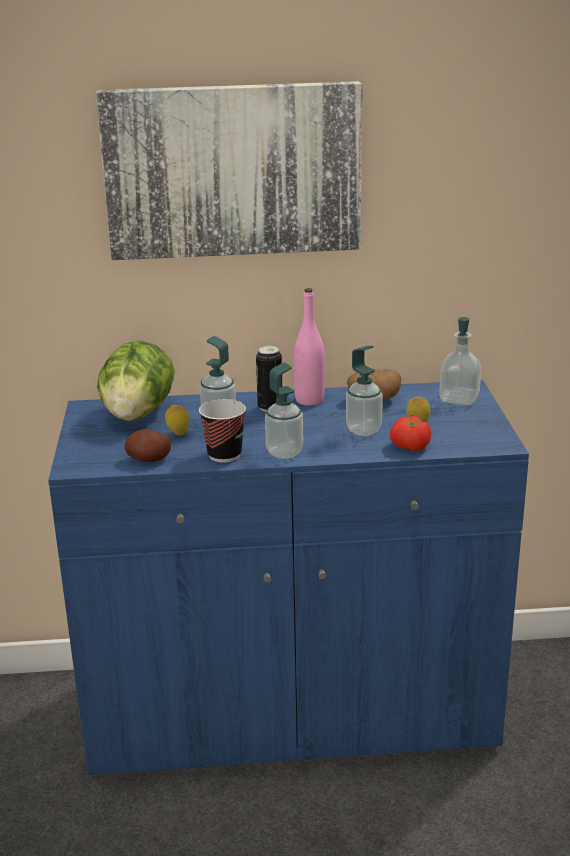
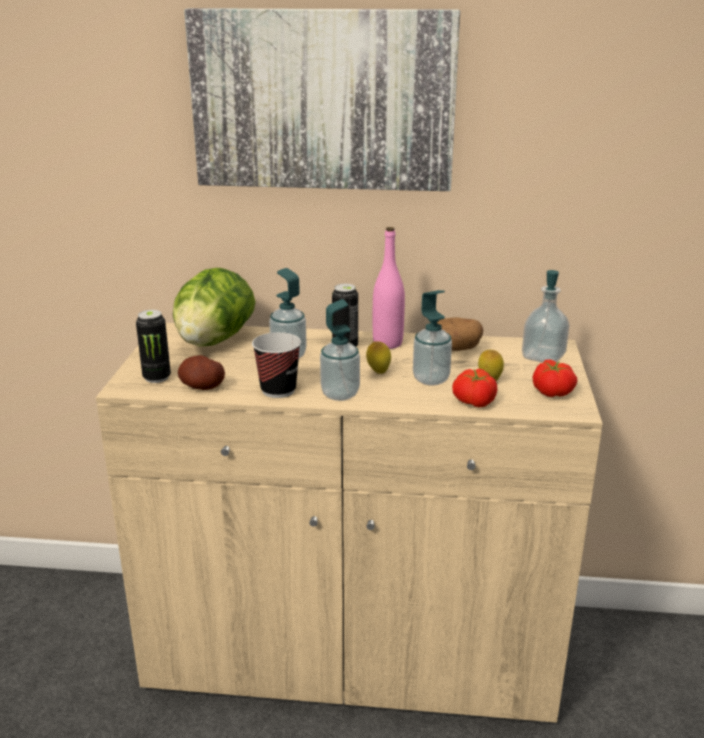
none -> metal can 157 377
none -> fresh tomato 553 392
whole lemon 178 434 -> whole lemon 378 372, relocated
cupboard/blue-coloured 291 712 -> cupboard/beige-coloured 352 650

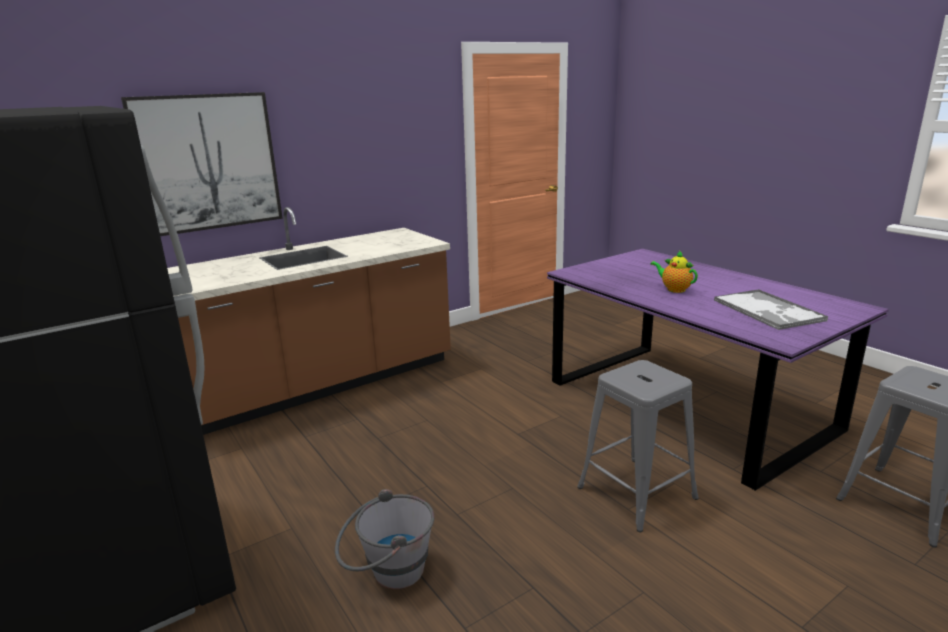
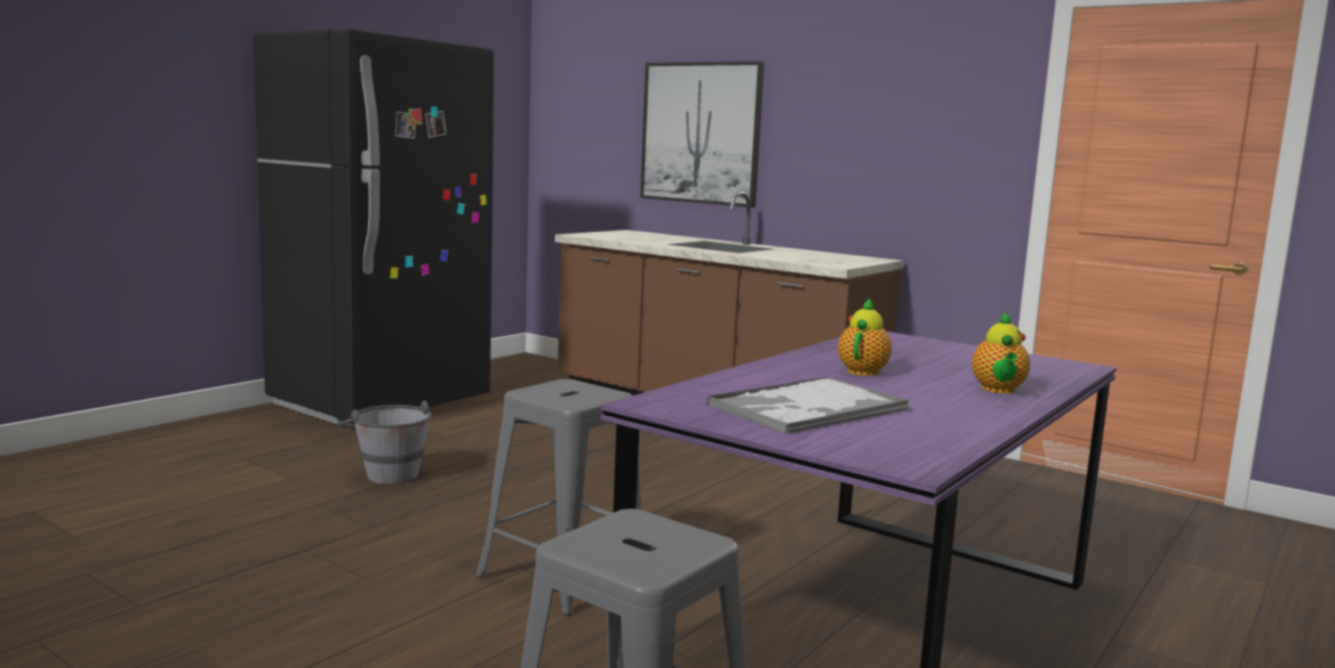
none -> teapot 998 390

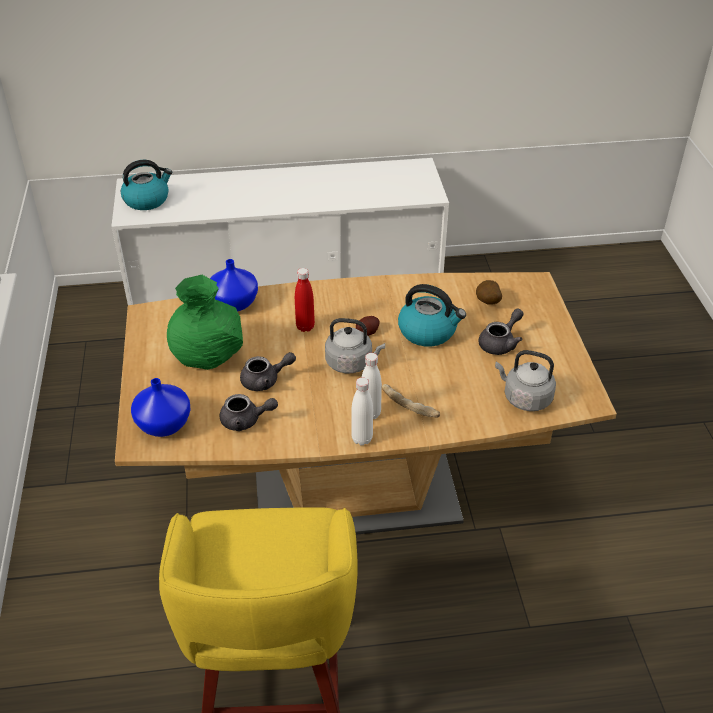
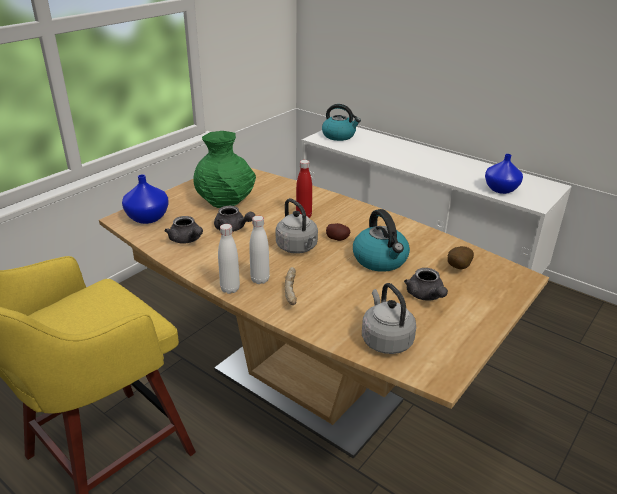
vase/blue-coloured 233 303 -> vase/blue-coloured 500 189, relocated
teapot/grey 500 343 -> teapot/grey 426 296, 75 degrees clockwise

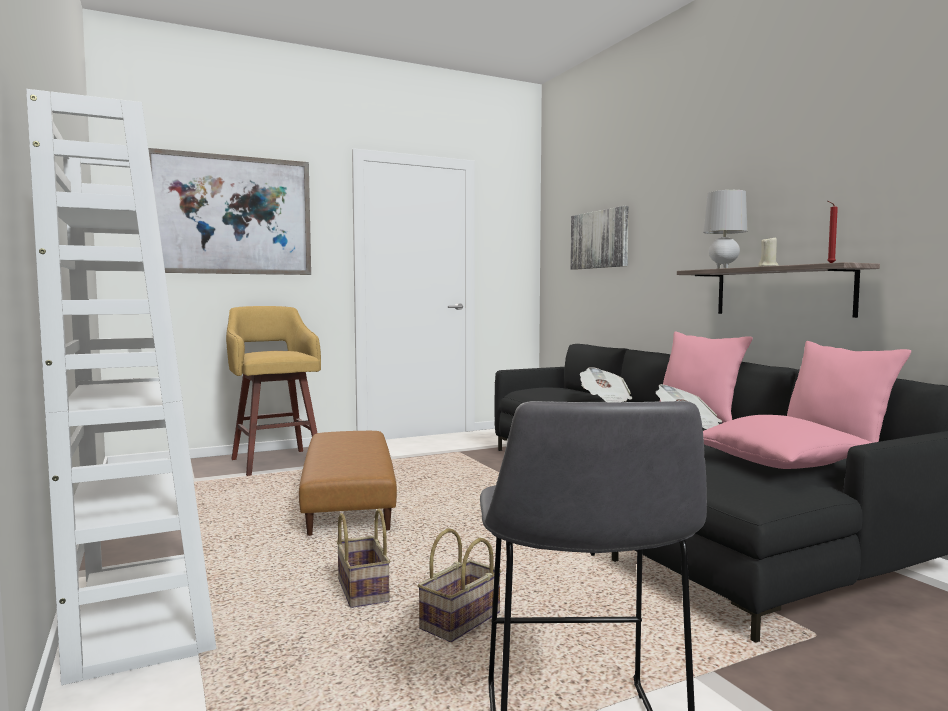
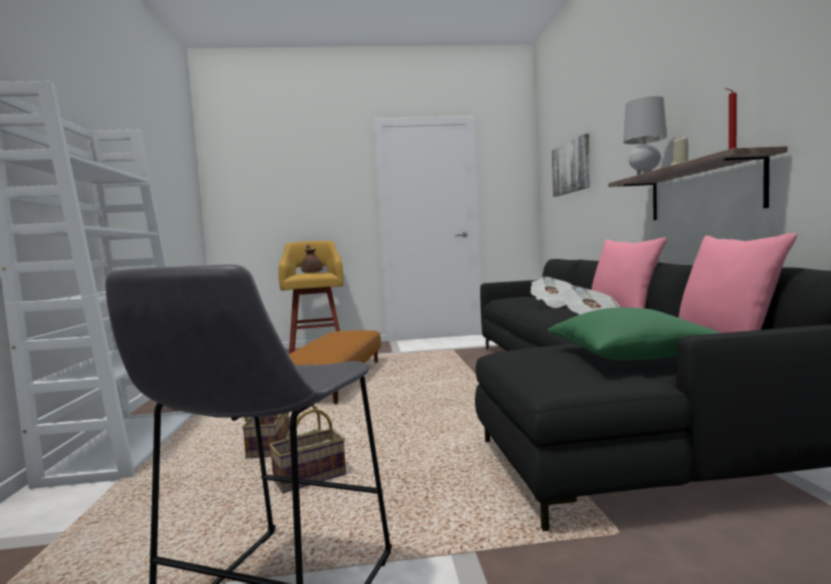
wall art 232 215 -> none
none -> teapot/brownish 312 272
pillow/pink 781 463 -> pillow/greenish 630 356

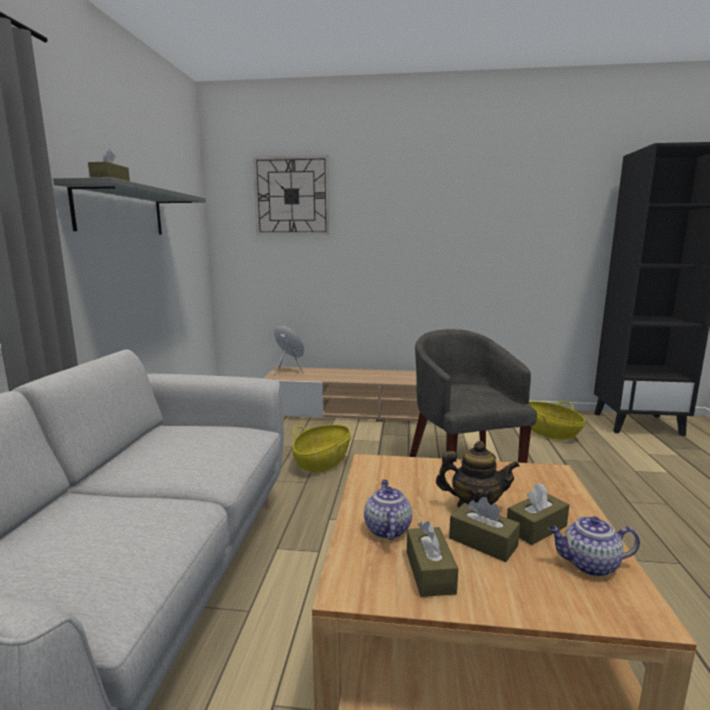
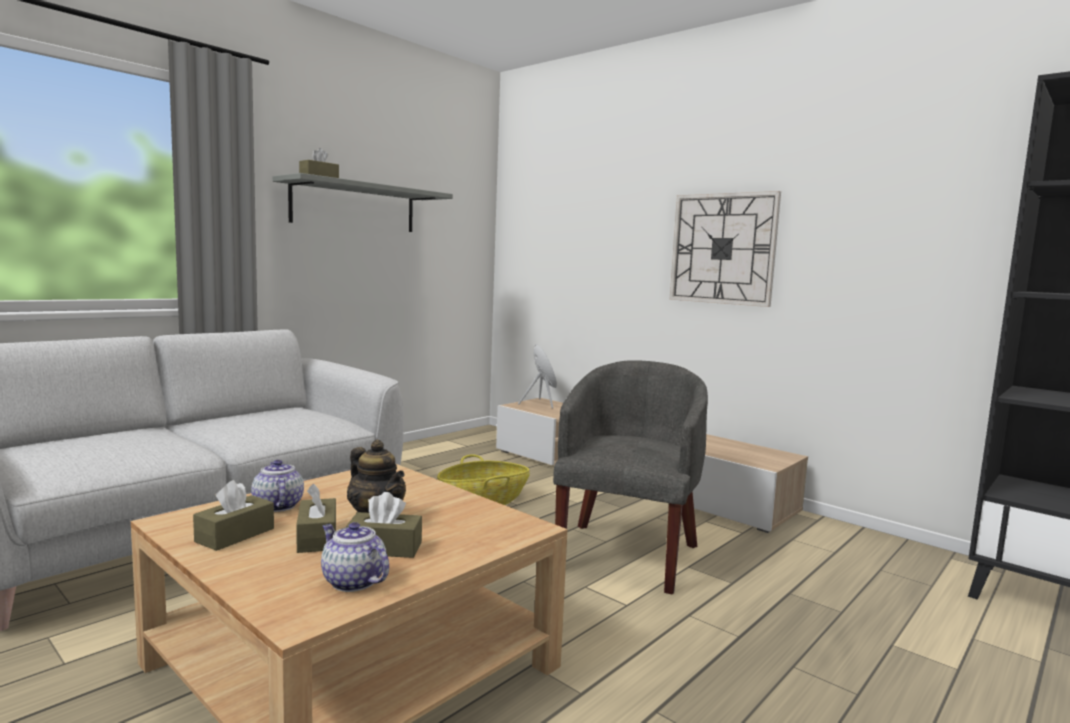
household basket 548 432 -> none
wall clock 292 196 -> wall clock 722 249, relocated
teapot 386 529 -> teapot 277 506, 60 degrees counterclockwise

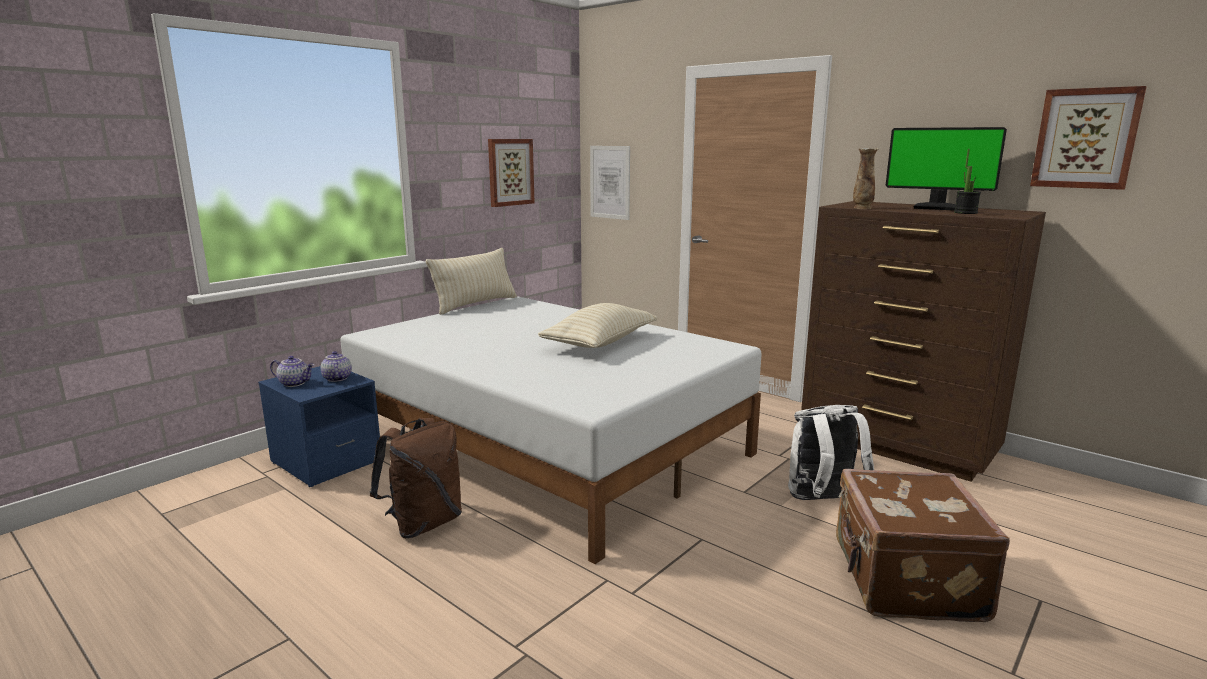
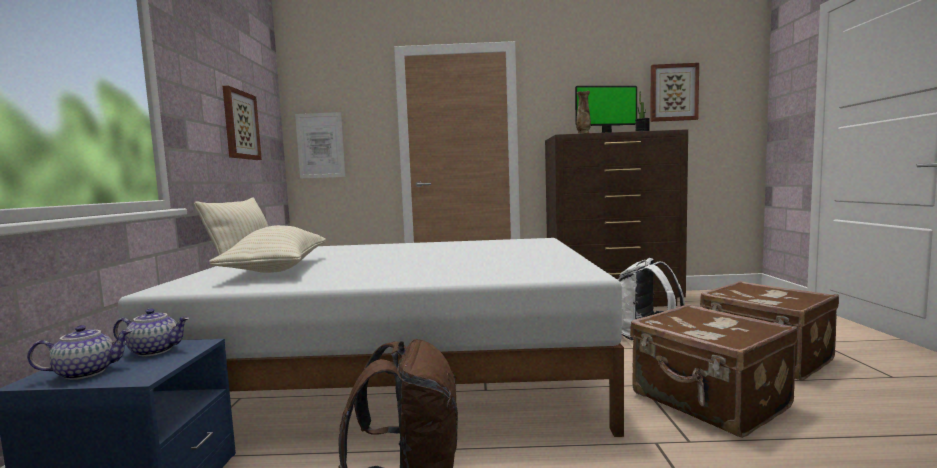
none -> travel case/brownish 709 402
pillow/beige-coloured 600 343 -> pillow/beige-coloured 278 269, relocated
teapot 336 378 -> teapot 155 350, 150 degrees clockwise

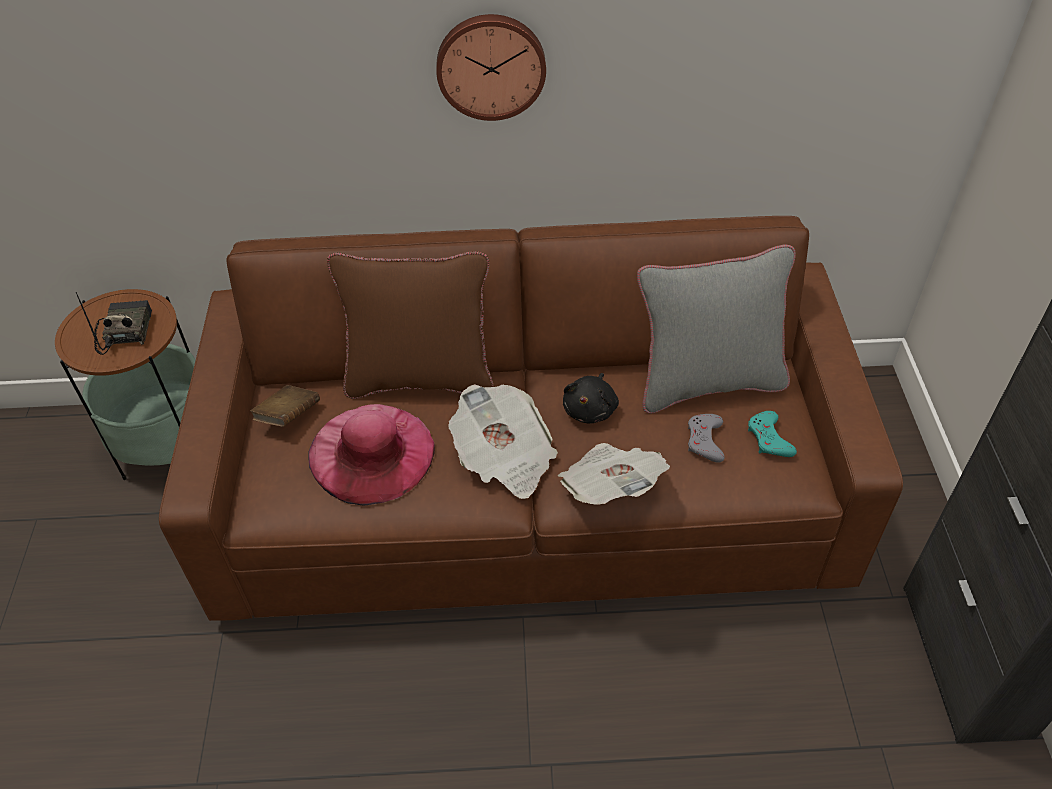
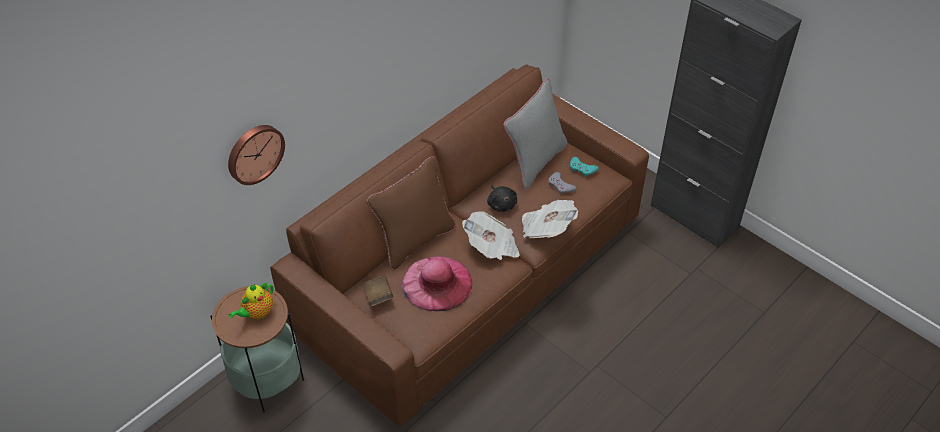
wall clock 491 65 -> wall clock 254 153, relocated
radio receiver 124 332 -> teapot 257 313

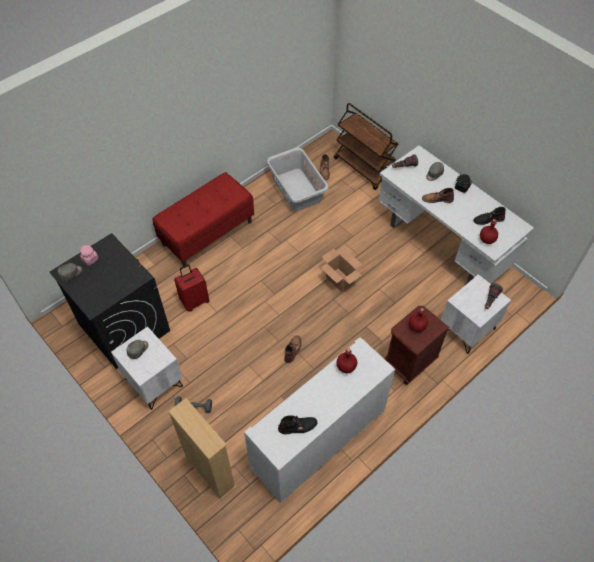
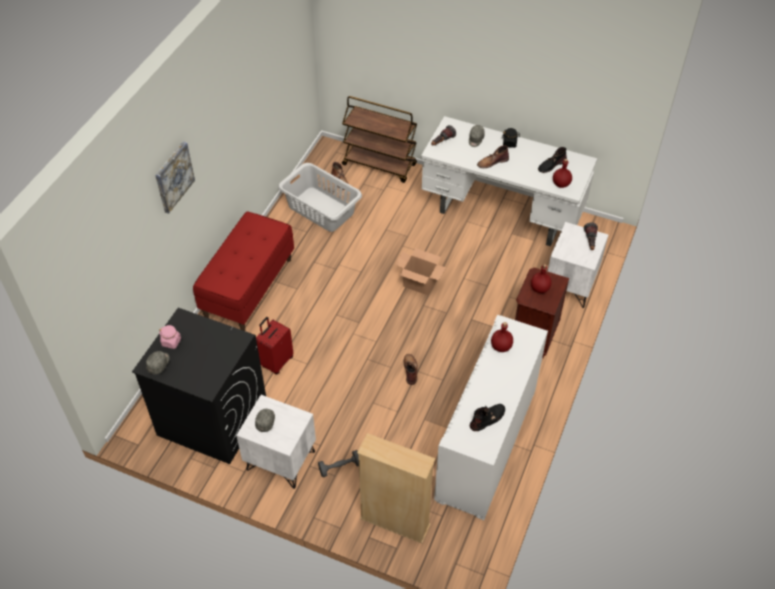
none -> wall art 173 177

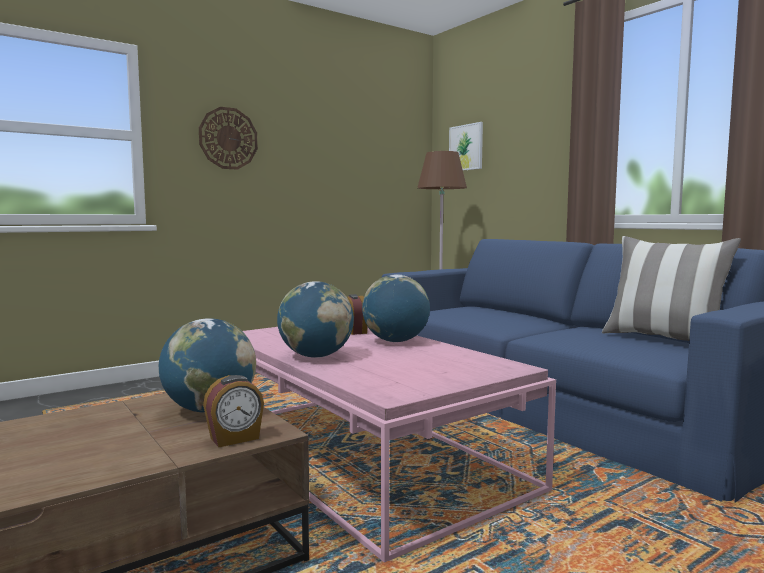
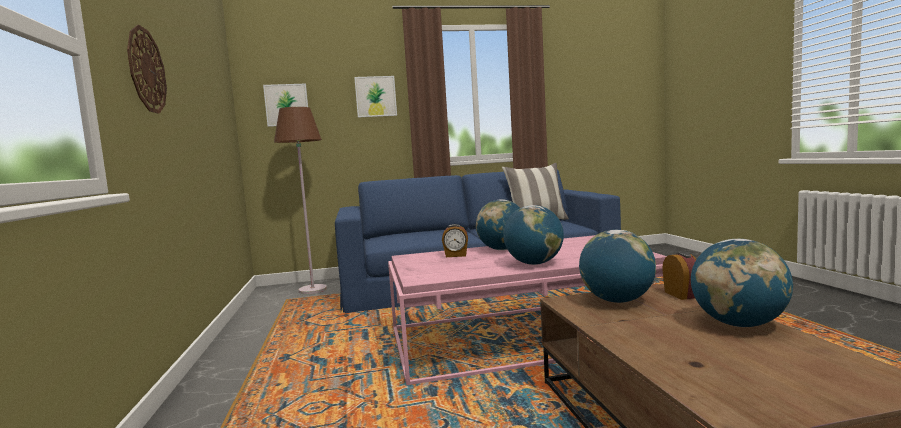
none -> wall art 375 96
none -> desk globe 739 324

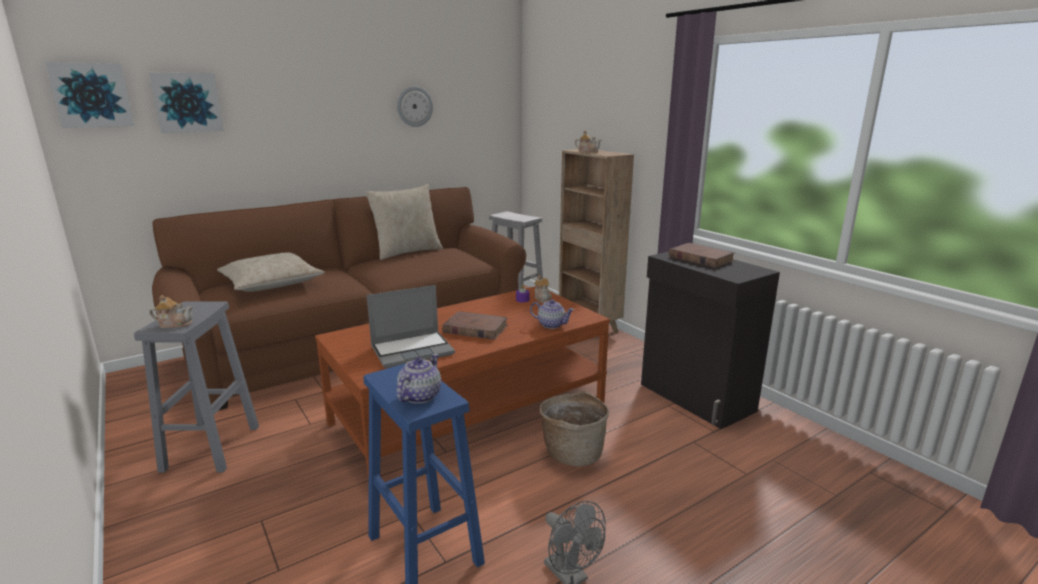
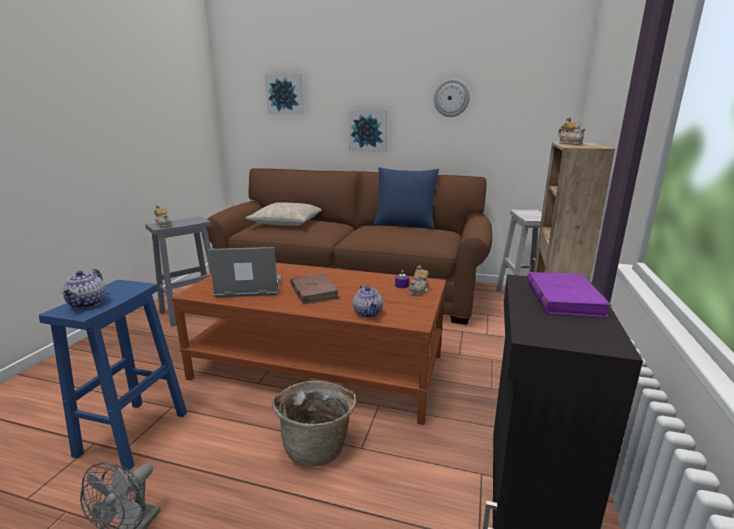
wall art 92 95 -> wall art 368 130, relocated
pillow/beige-coloured 407 252 -> pillow/blue-coloured 404 225
volume/brownish 700 258 -> volume/purple 563 298
portable computer 413 350 -> portable computer 248 288, 150 degrees clockwise
teapot 419 396 -> teapot 88 303, 105 degrees clockwise

